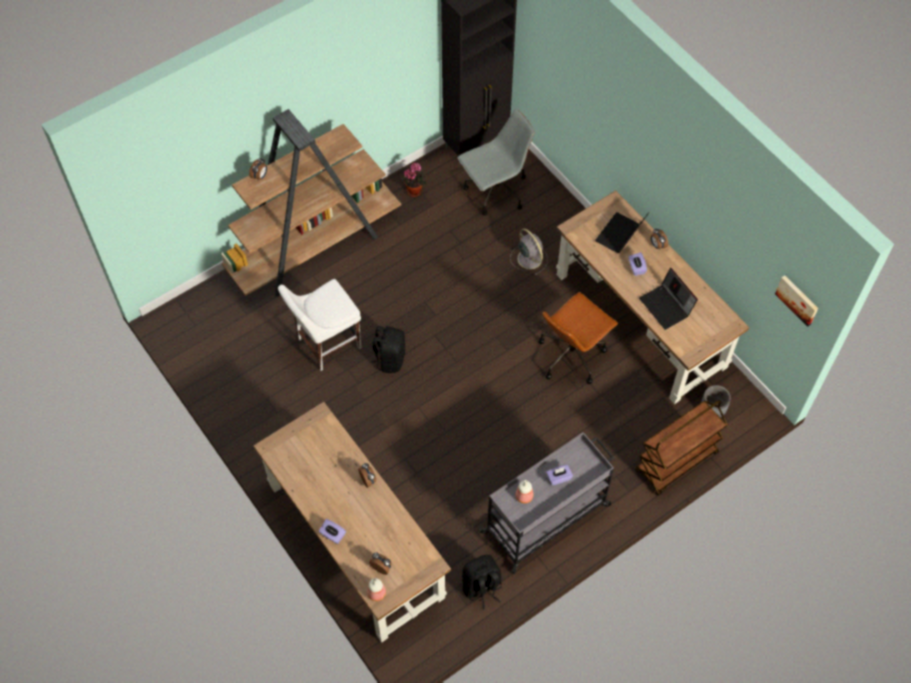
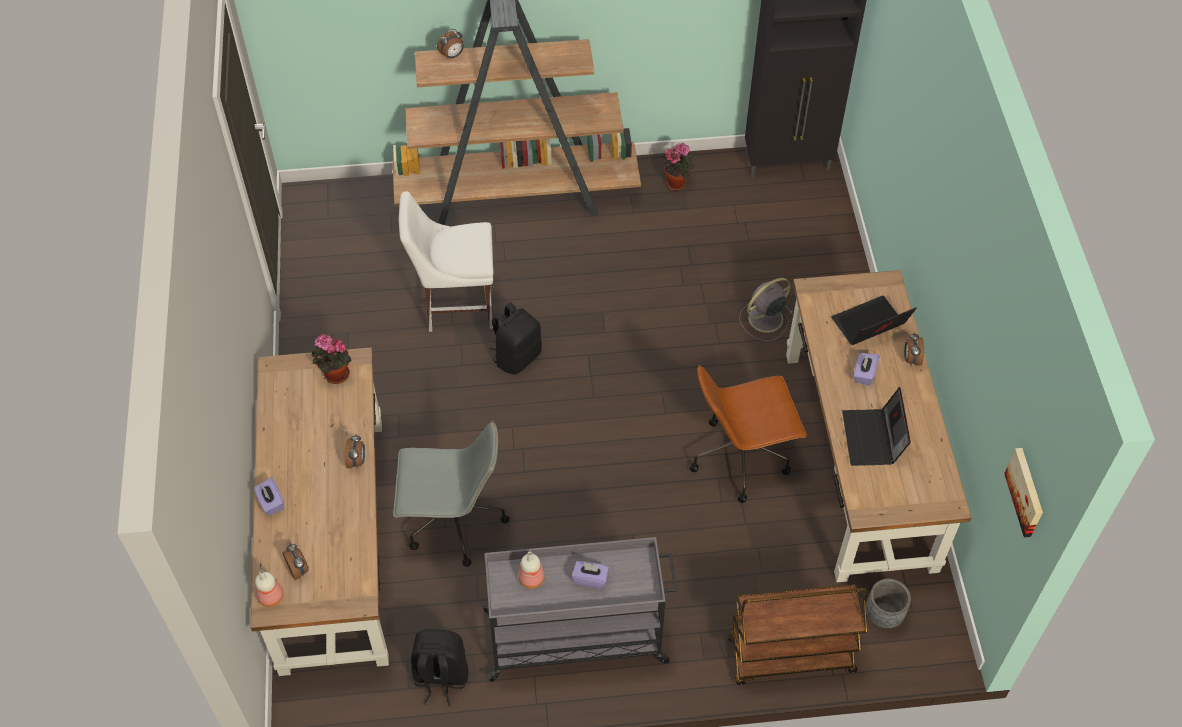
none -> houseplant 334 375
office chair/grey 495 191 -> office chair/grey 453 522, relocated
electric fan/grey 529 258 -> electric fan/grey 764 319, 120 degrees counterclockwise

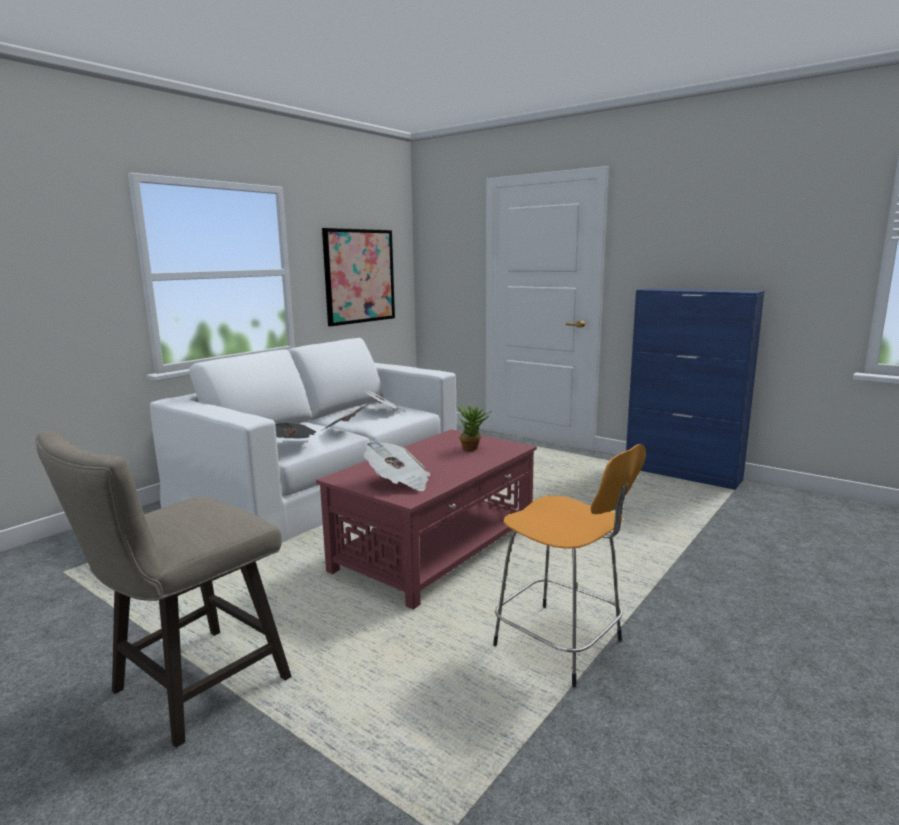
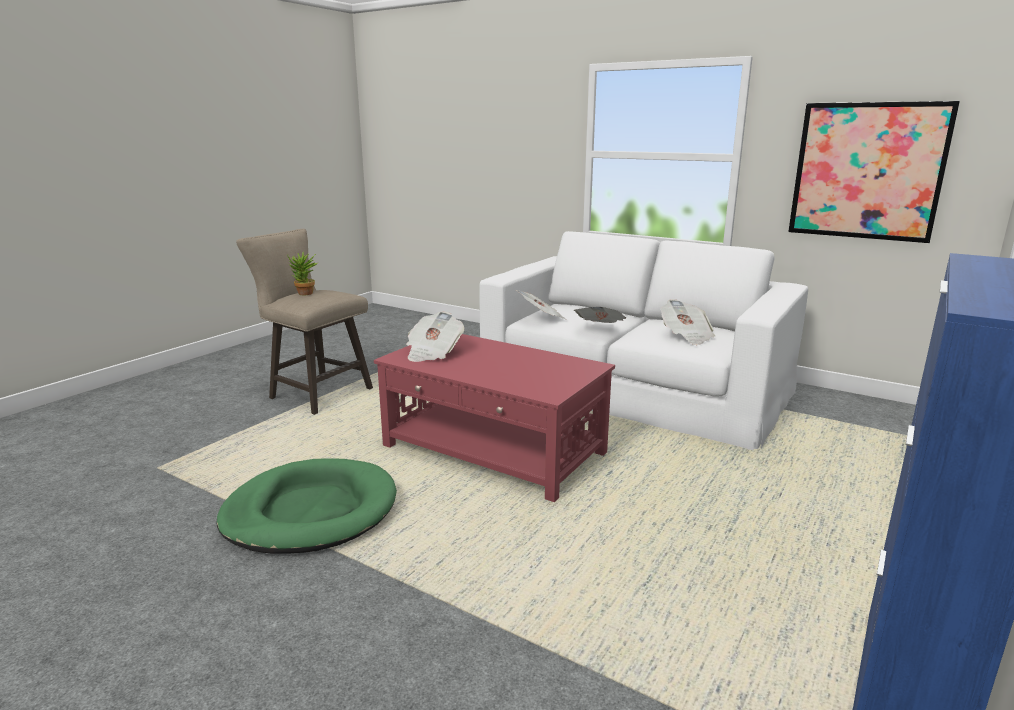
houseplant 473 448 -> houseplant 305 294, relocated
sitting stool/orangey 561 645 -> pet bed/greenish 310 512

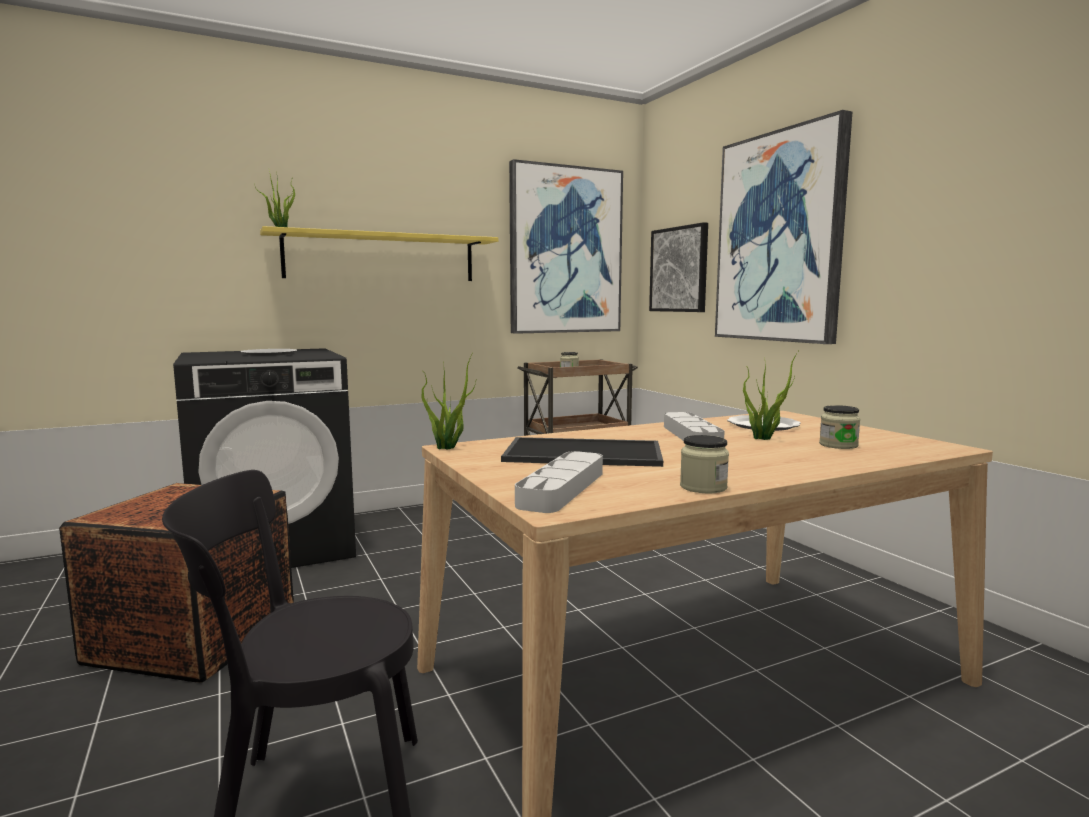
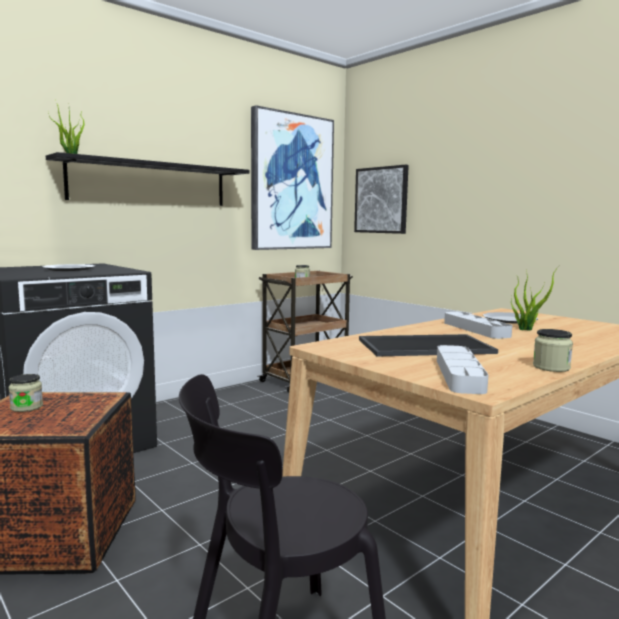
houseplant 449 447 -> none
wall art 779 238 -> none
storage jar 838 445 -> storage jar 26 407, relocated
shelf/yellow-coloured 381 257 -> shelf/black 150 183

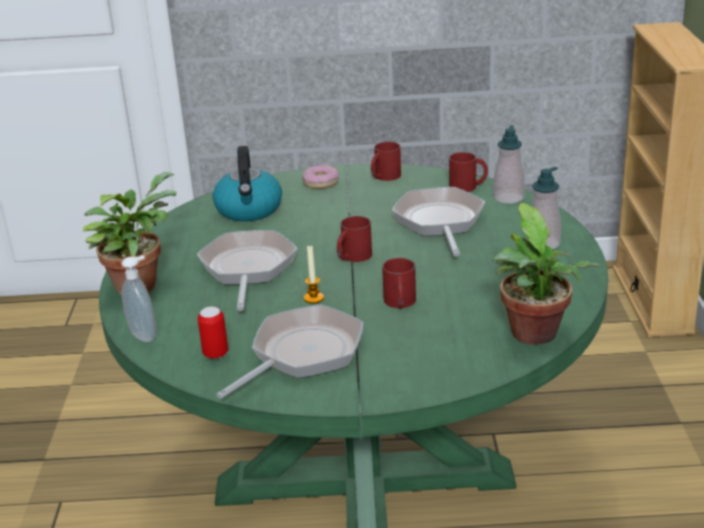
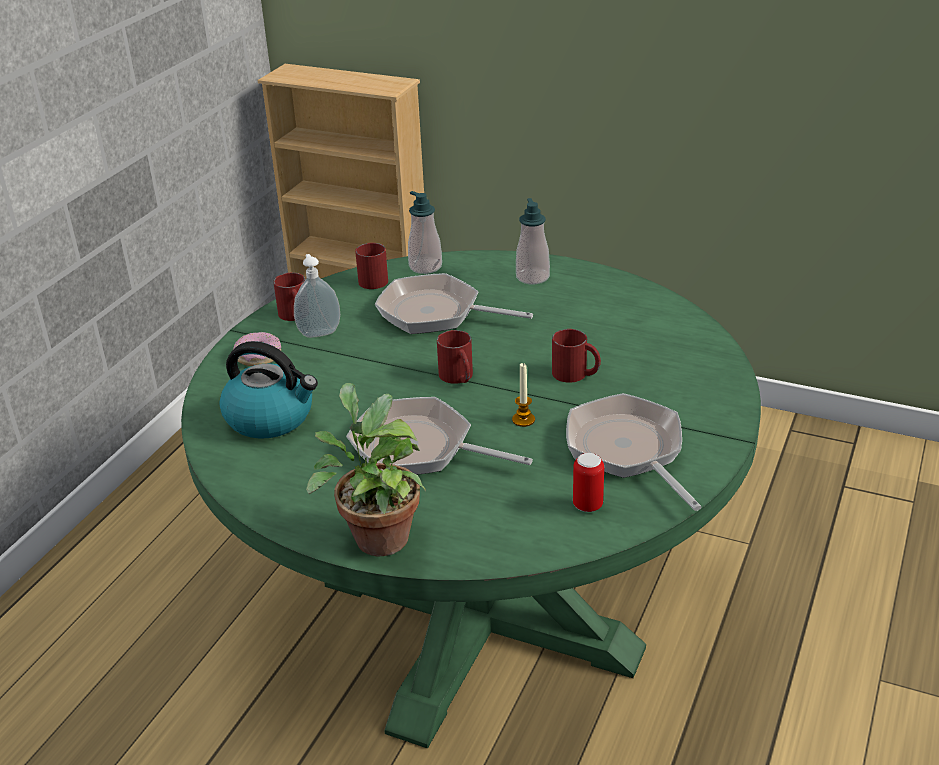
houseplant 535 336 -> none
liquid soap bottle 145 335 -> liquid soap bottle 319 332, relocated

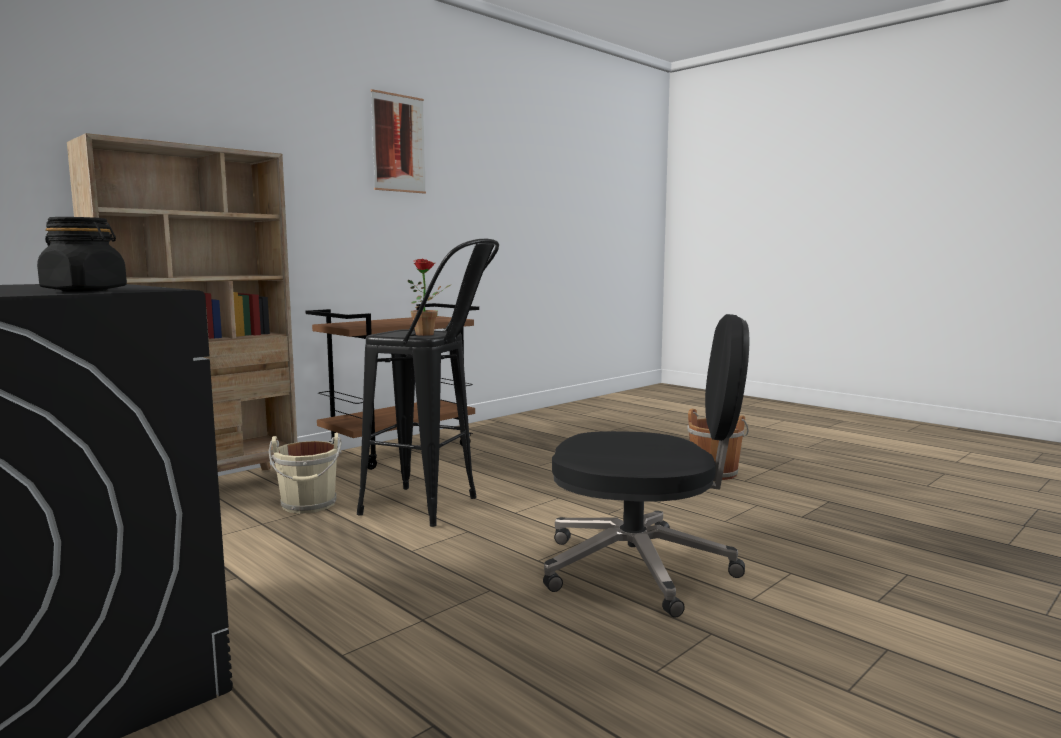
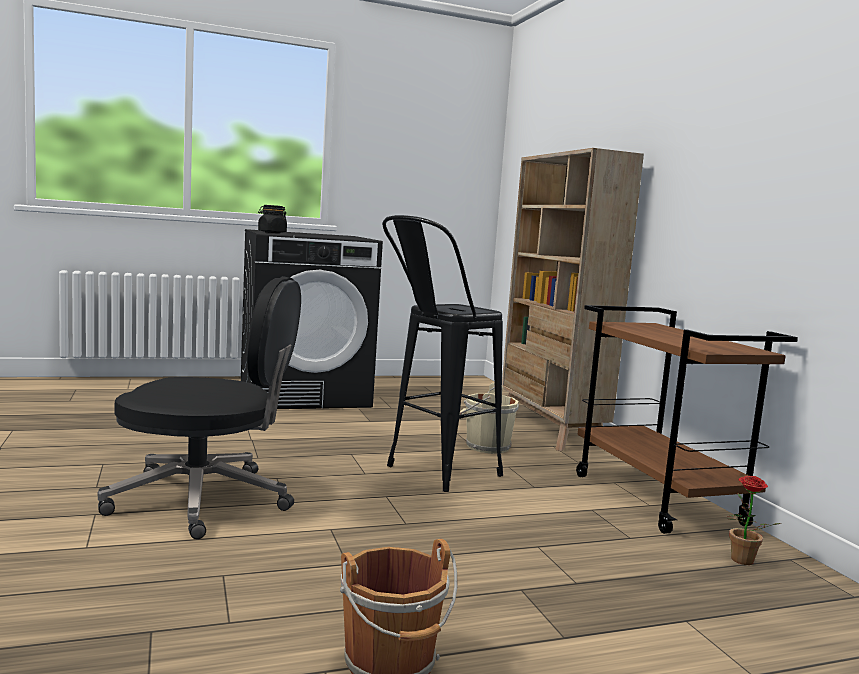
wall art 398 143 -> none
houseplant 429 334 -> houseplant 742 562, relocated
office chair/black 641 568 -> office chair/black 204 500, 120 degrees counterclockwise

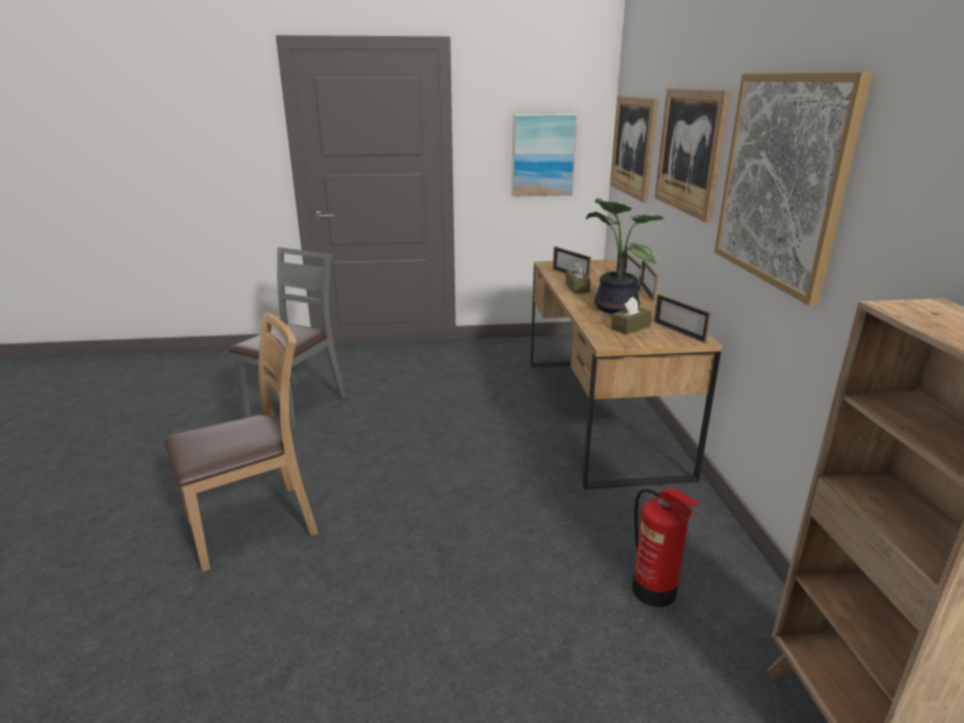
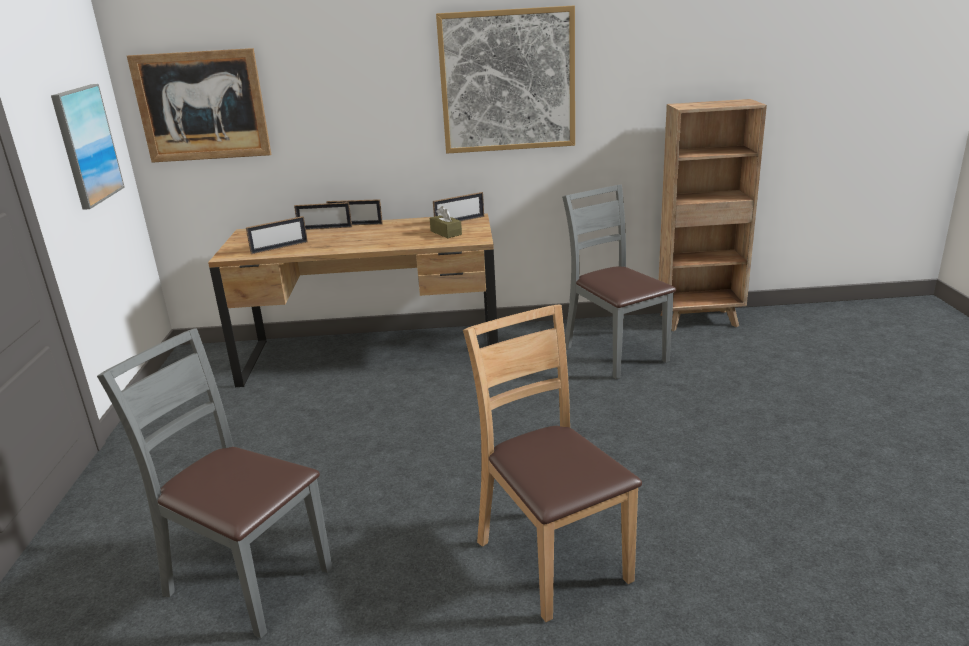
tissue box/brownish 577 288 -> none
houseplant 612 308 -> none
wall art 689 151 -> none
fire extinguisher 654 591 -> chair/grey 615 353

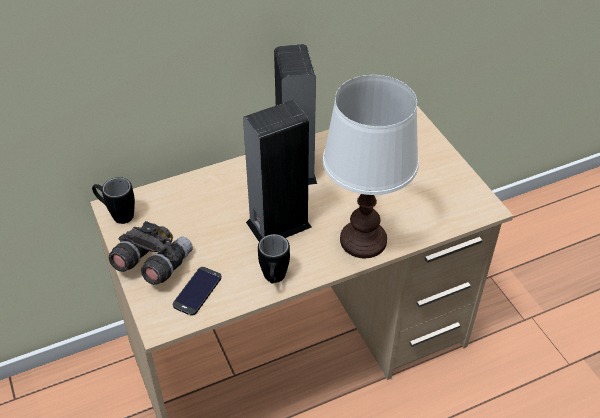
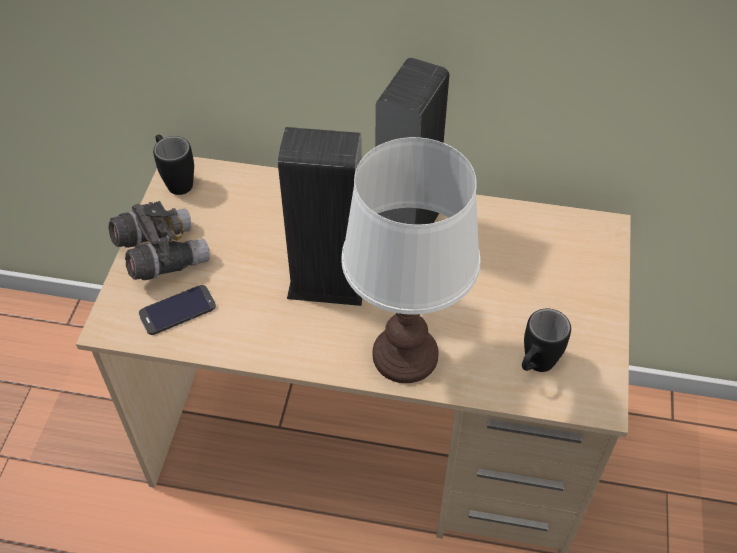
coffee mug/black 274 280 -> coffee mug/black 534 367, relocated

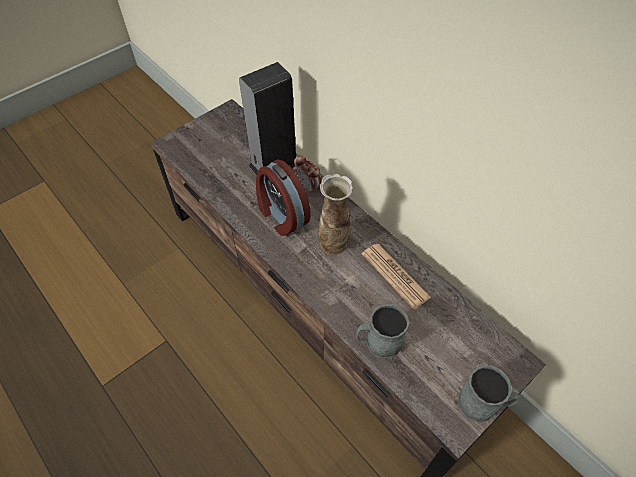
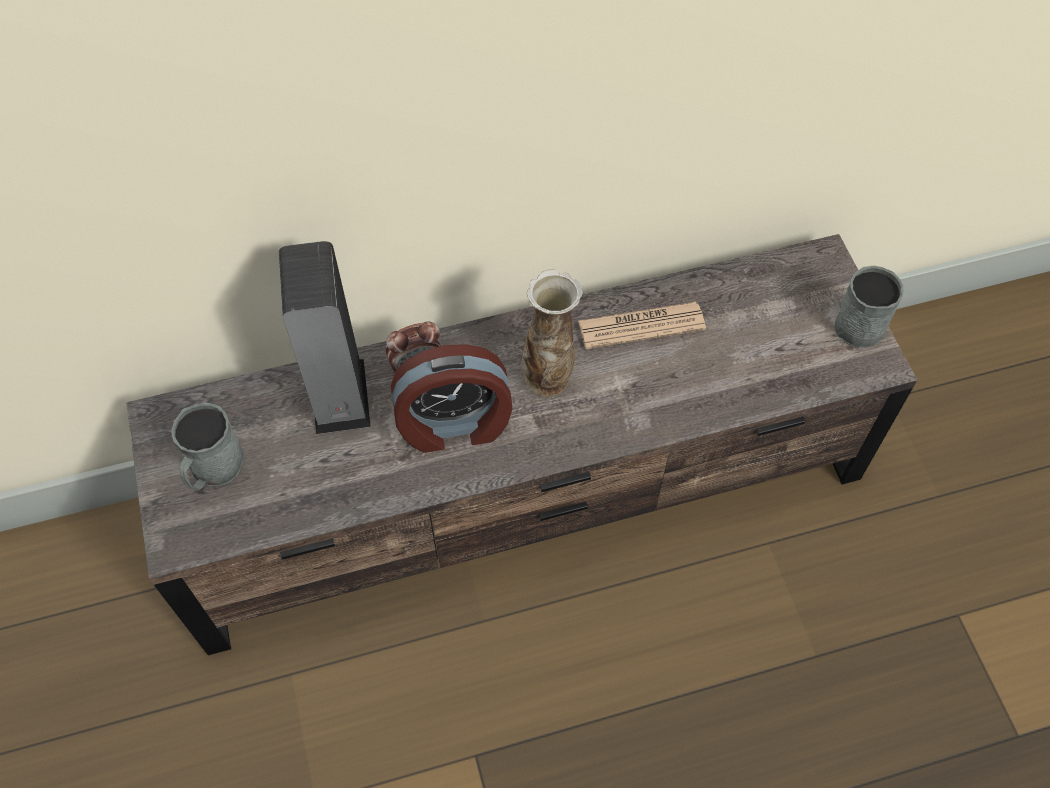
coffee mug/grey 378 342 -> coffee mug/grey 213 469, relocated

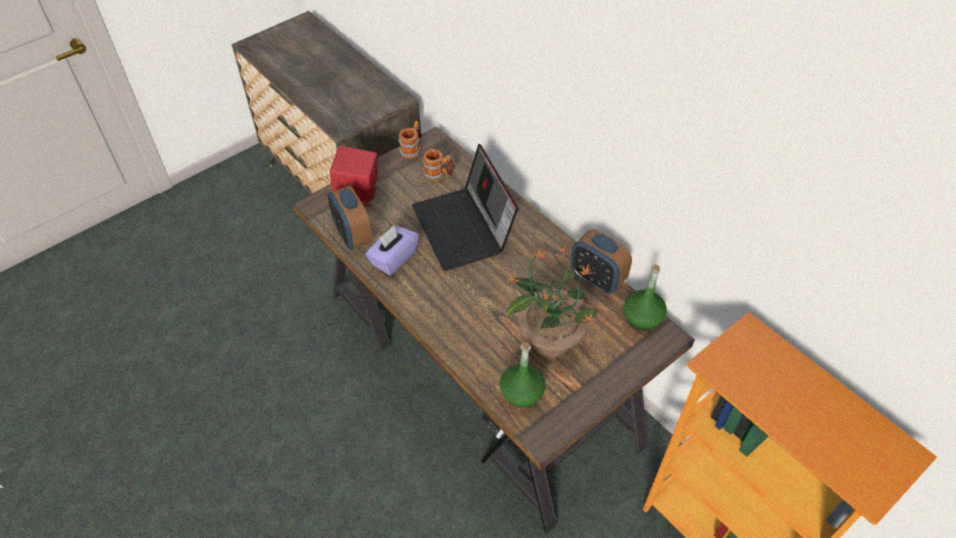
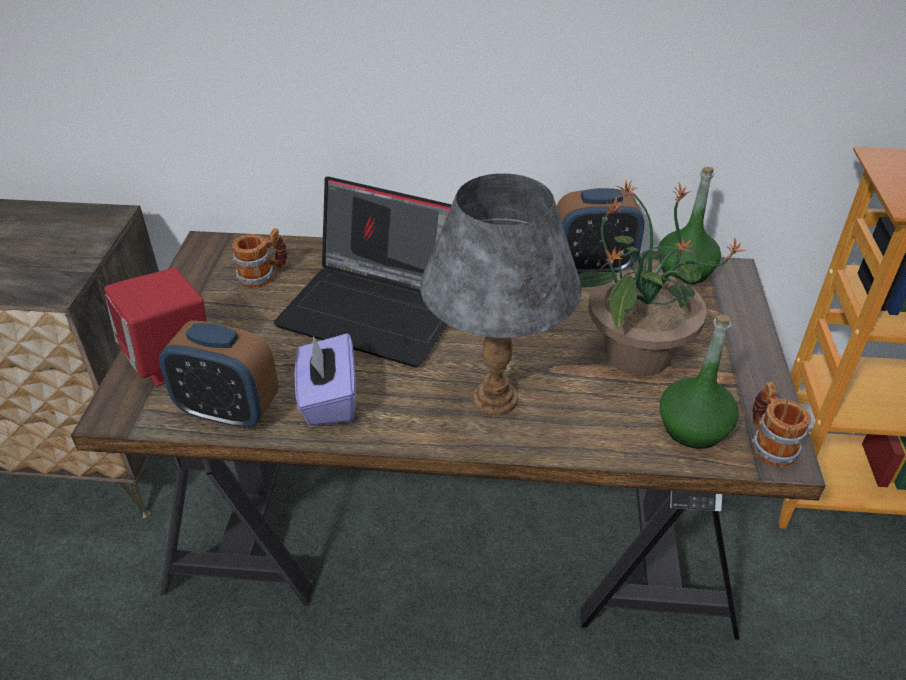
none -> tabletop lamp/grey 494 398
coffee mug 412 149 -> coffee mug 768 443, relocated

